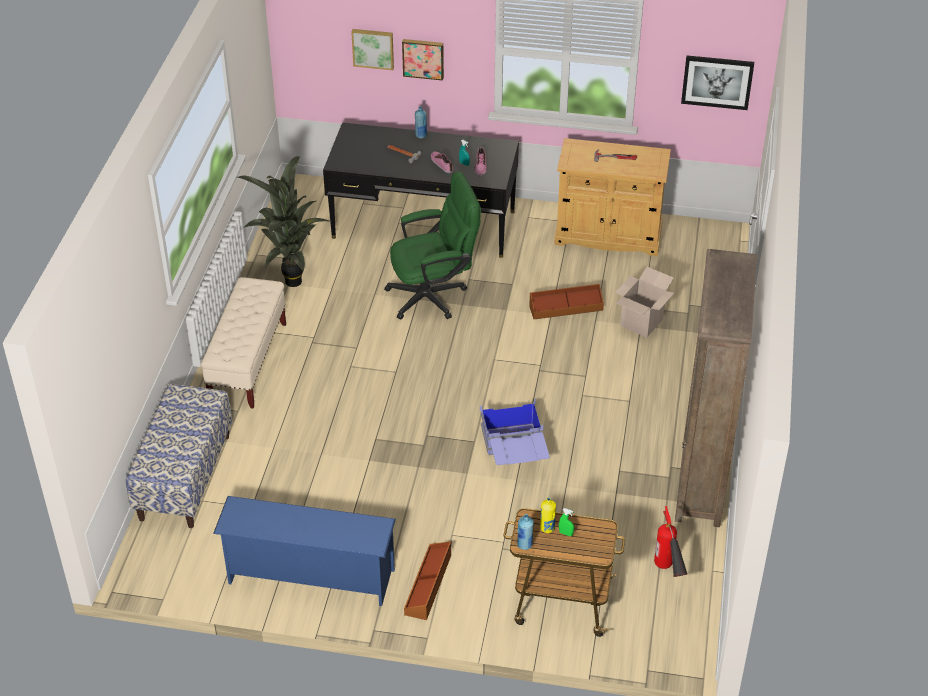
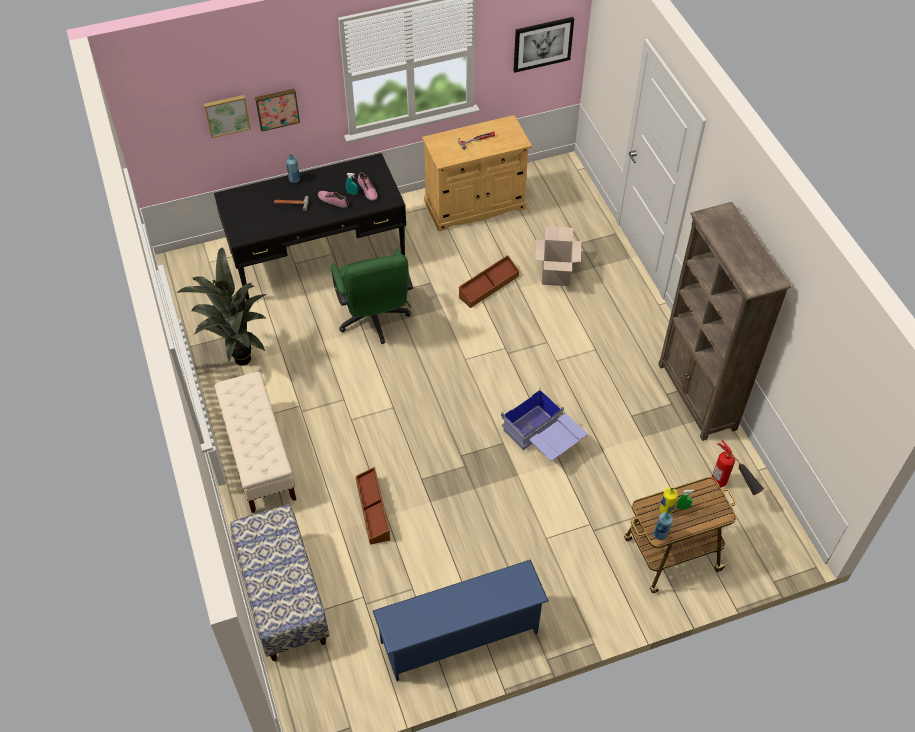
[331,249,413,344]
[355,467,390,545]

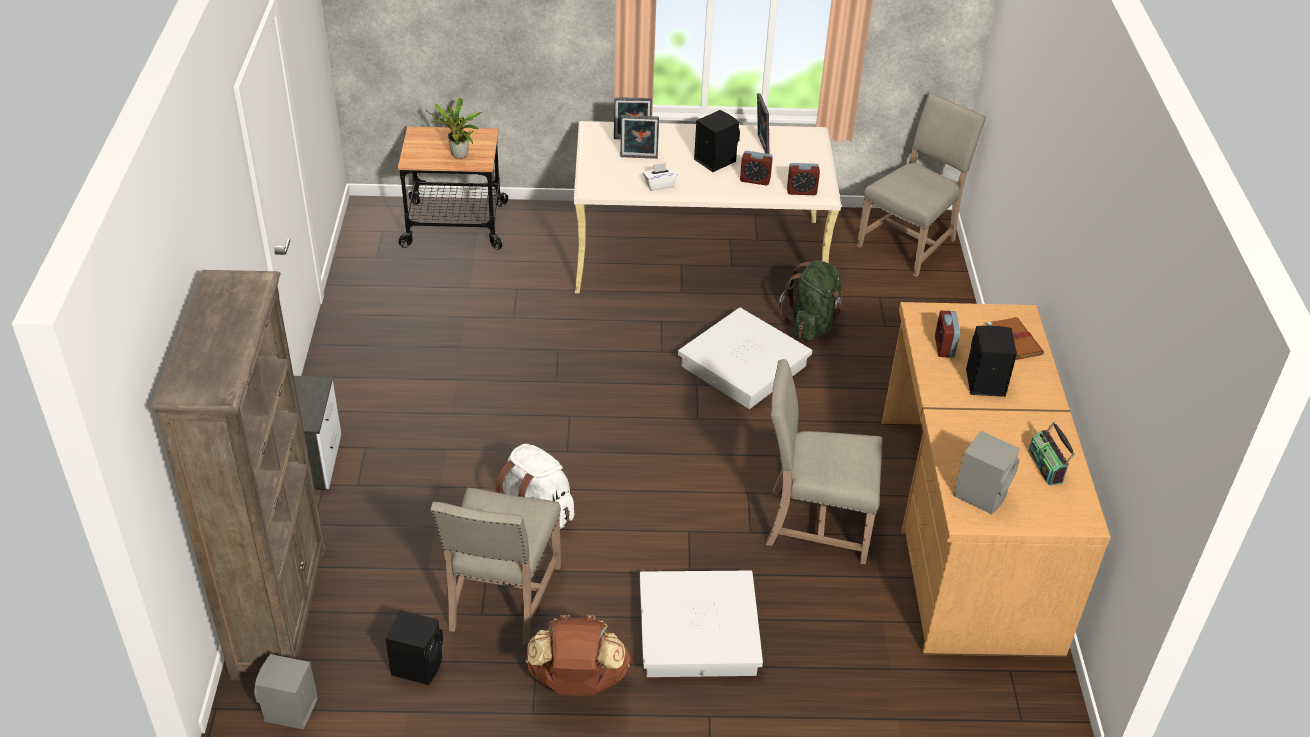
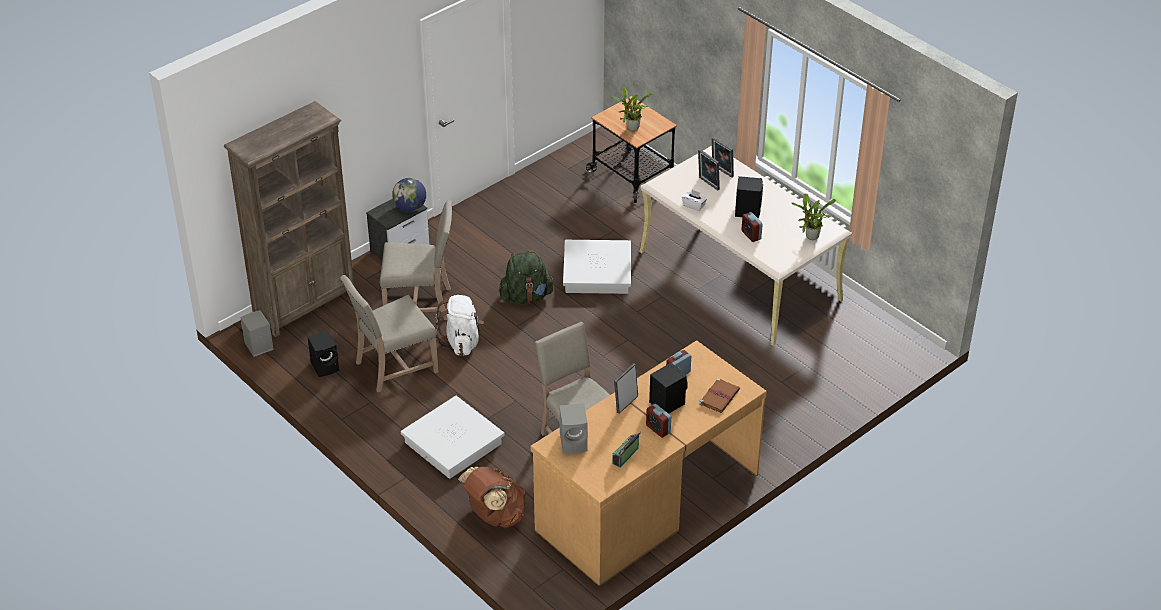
[380,200,452,320]
[614,363,638,414]
[646,404,671,438]
[499,250,554,304]
[563,240,631,294]
[458,467,526,528]
[392,178,426,212]
[791,193,836,240]

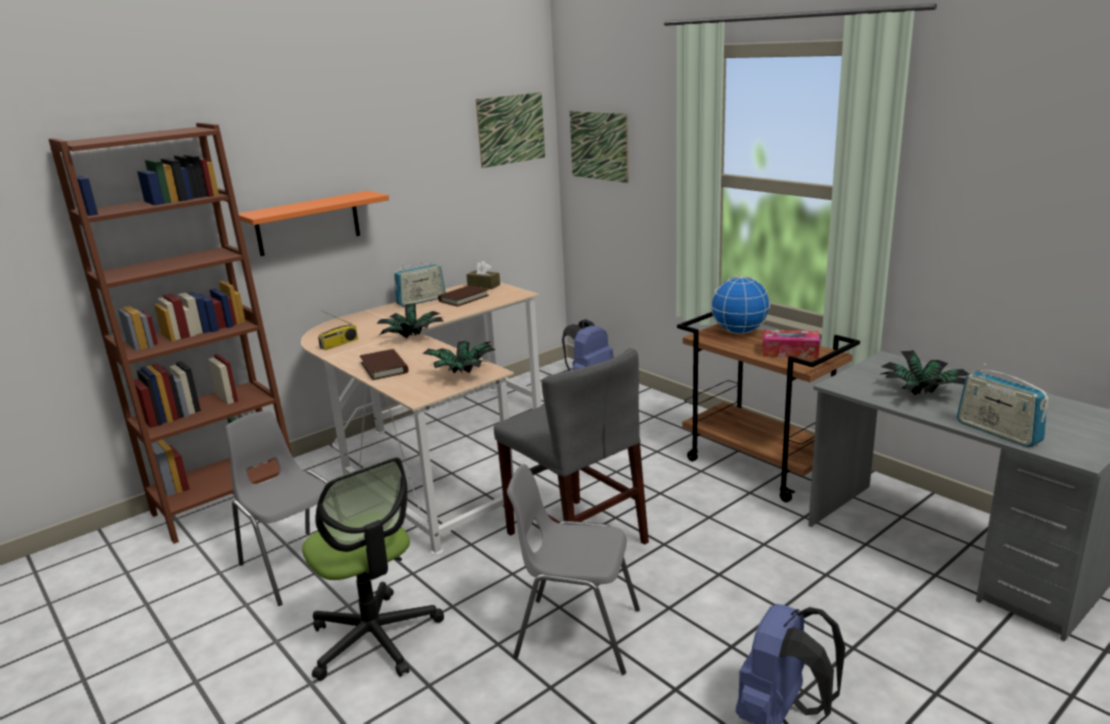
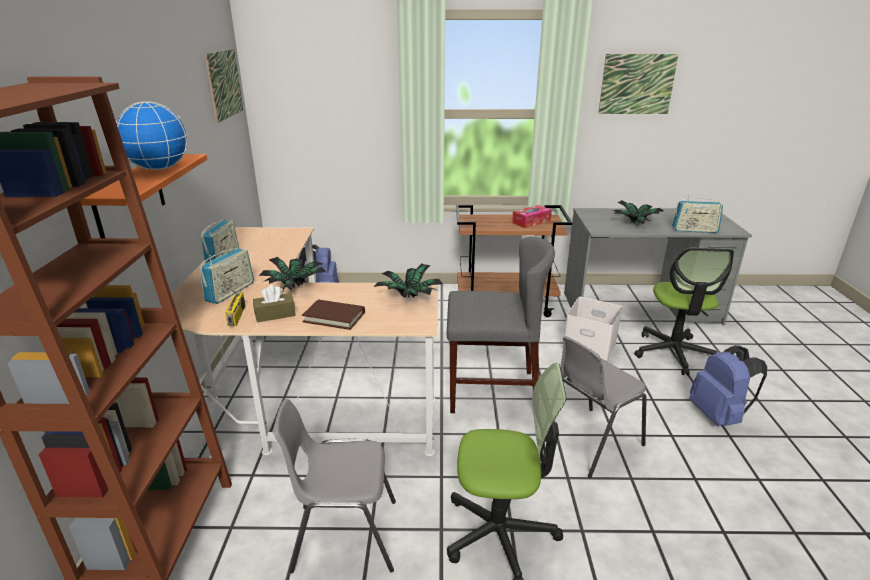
[598,54,679,114]
[253,285,296,322]
[116,101,188,170]
[438,285,489,307] (first image)
[200,248,254,304]
[634,248,734,375]
[562,297,622,362]

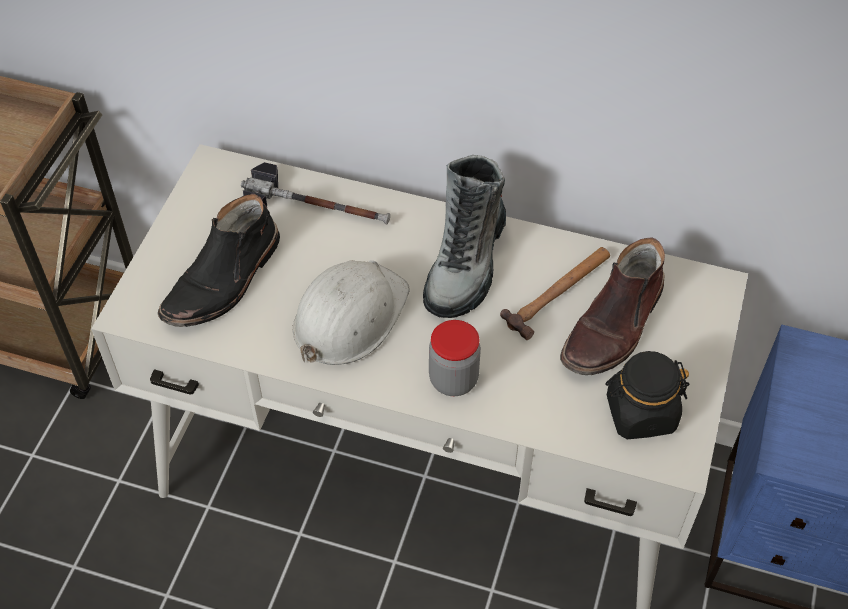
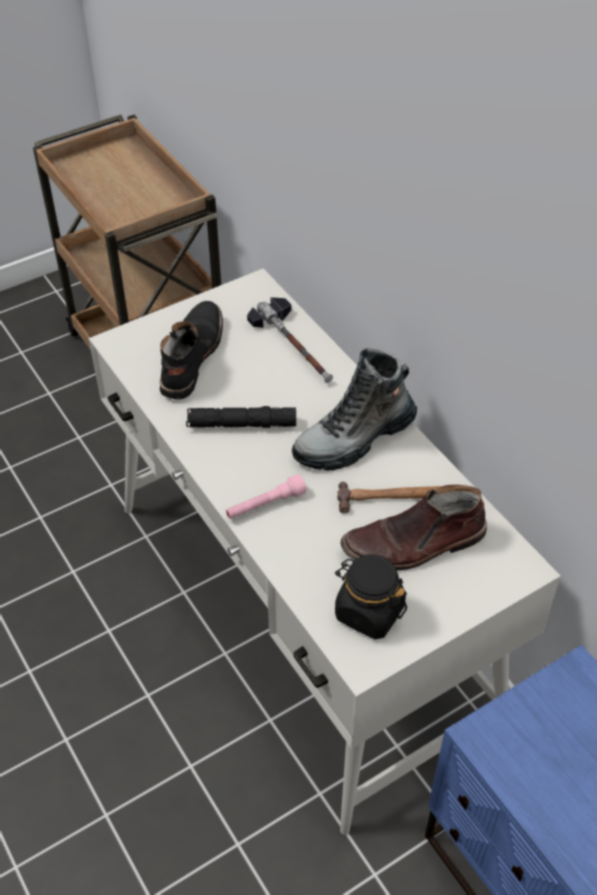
[160,301,223,400]
[186,406,296,428]
[226,474,306,519]

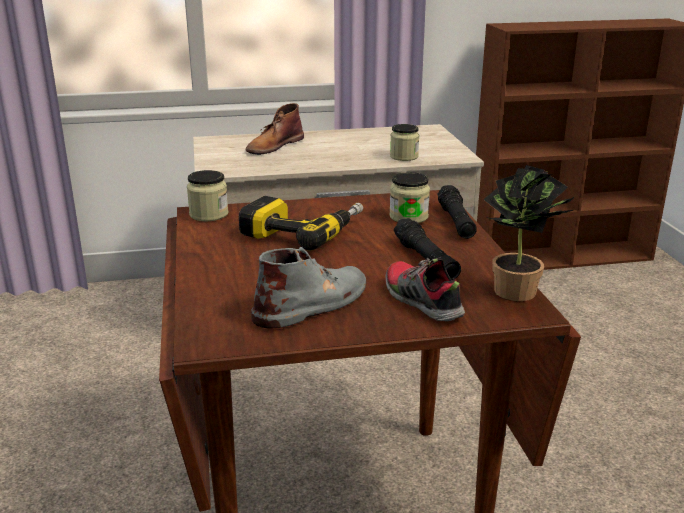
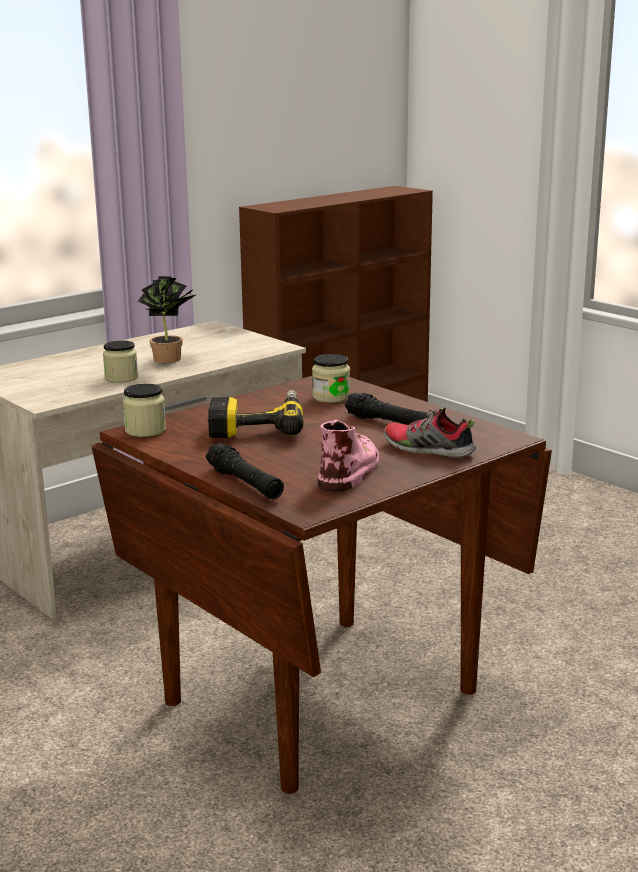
[246,103,304,155] (first image)
[103,340,138,383]
[138,276,197,363]
[206,443,284,499]
[318,420,379,492]

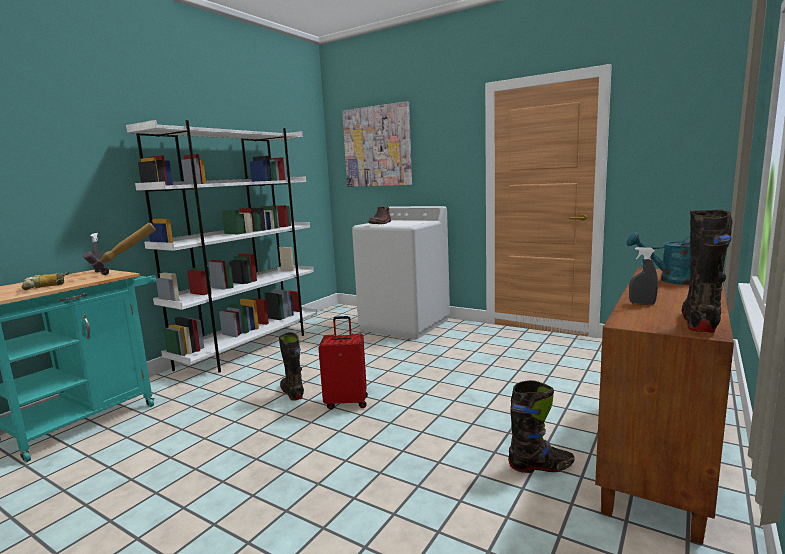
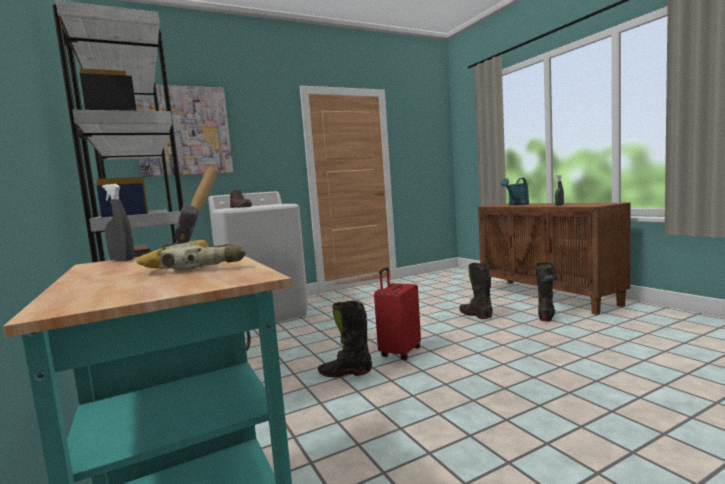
[459,263,493,319]

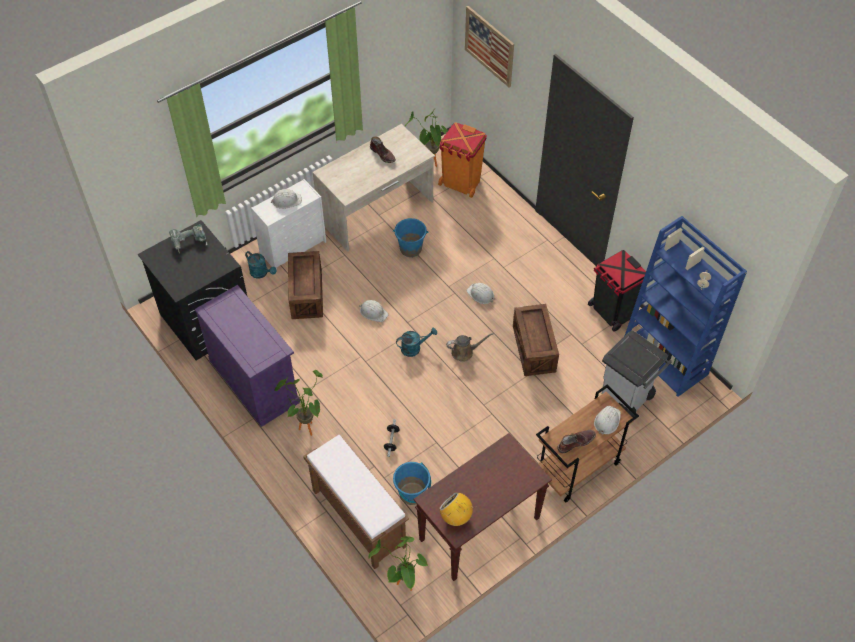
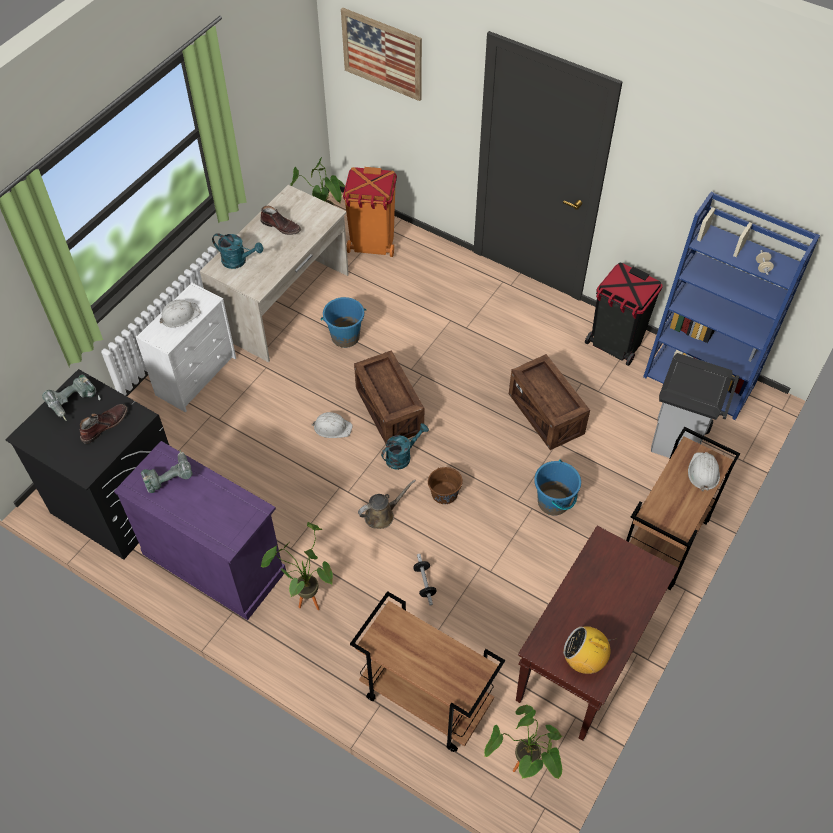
[212,233,263,269]
[354,350,424,444]
[467,283,495,304] (first image)
[358,480,416,529]
[80,404,128,444]
[350,591,505,752]
[534,459,581,516]
[141,450,193,493]
[428,466,463,504]

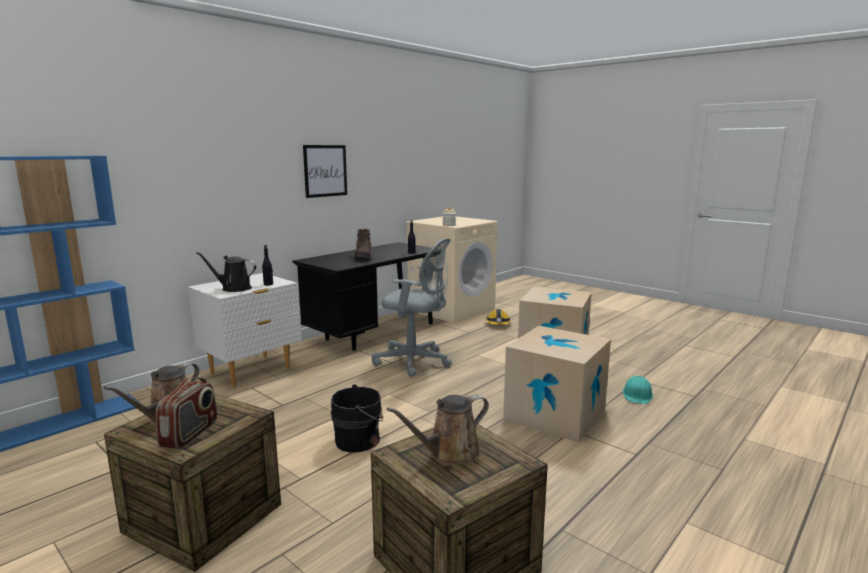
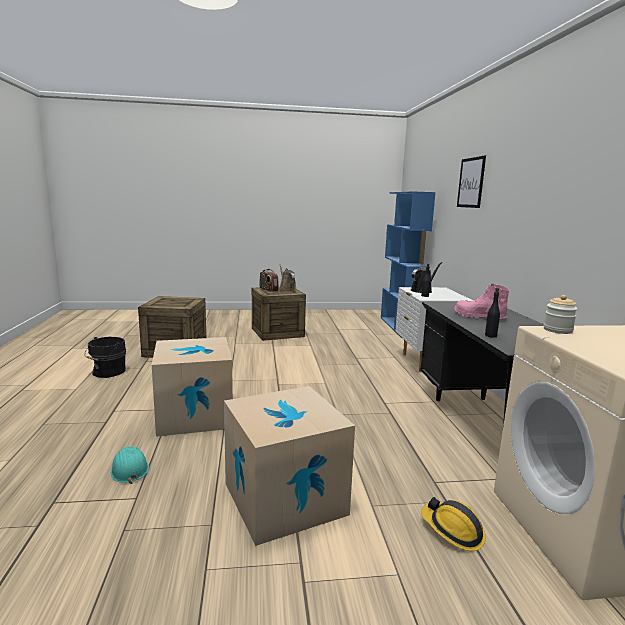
[457,156,486,208]
[454,284,510,319]
[371,238,452,377] (first image)
[84,337,126,378]
[387,394,489,464] (first image)

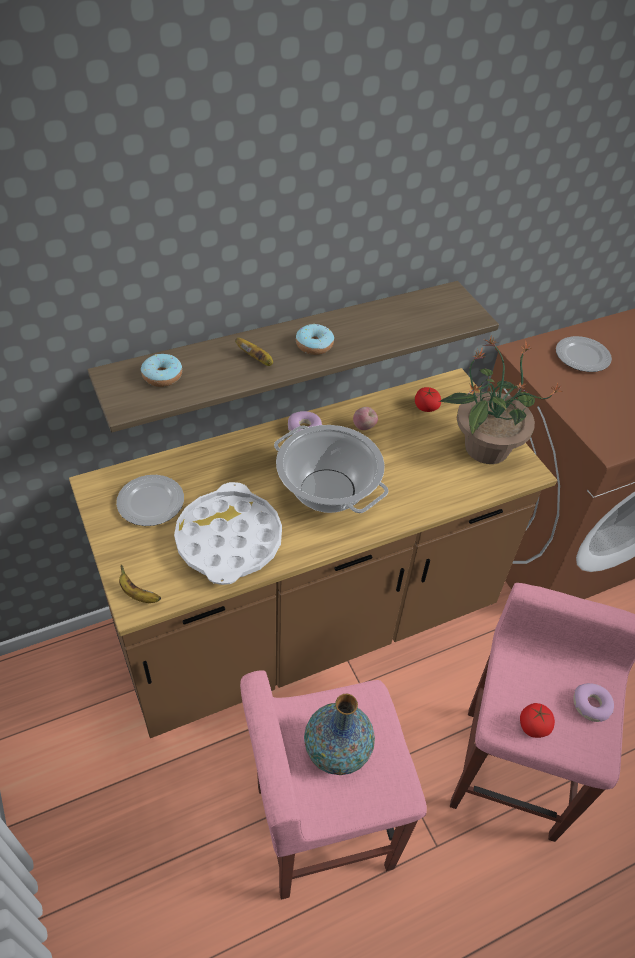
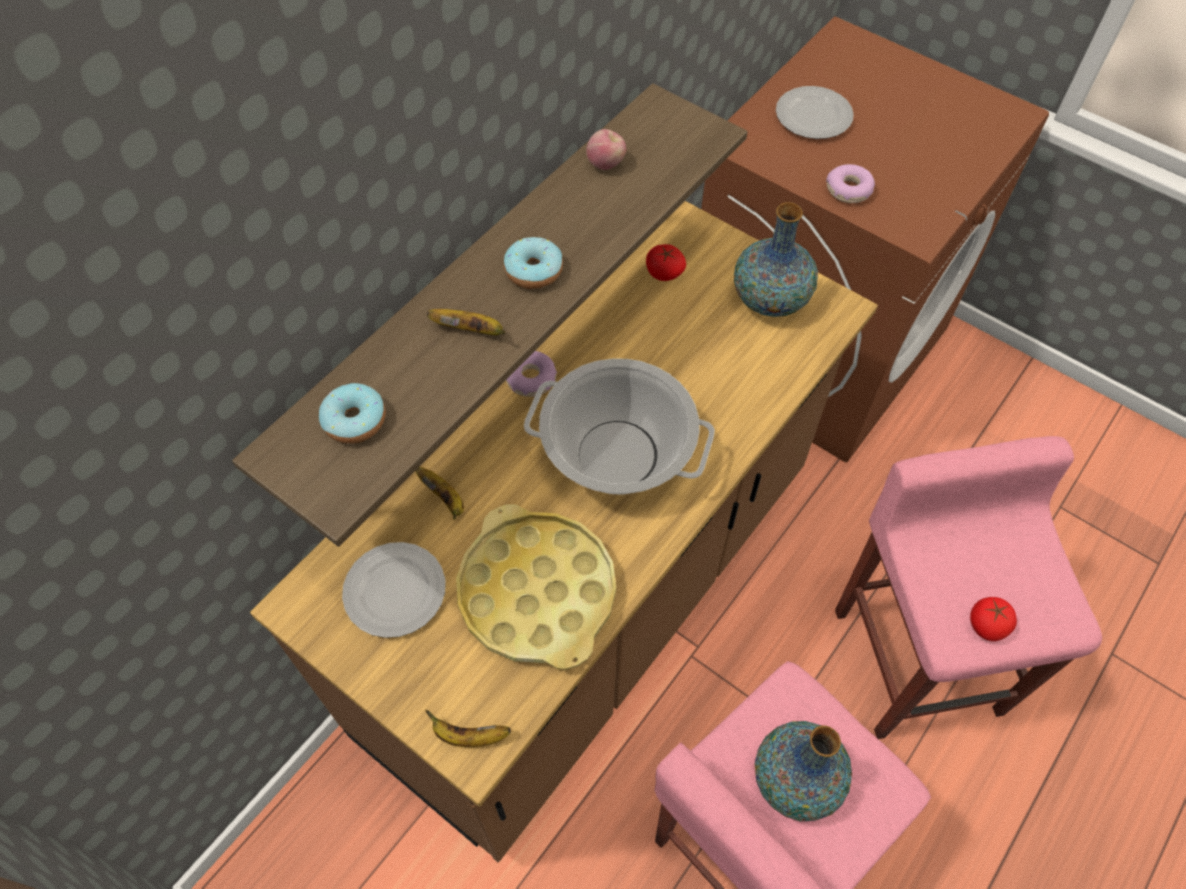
[734,202,818,317]
[586,129,626,170]
[456,504,616,670]
[826,164,875,203]
[416,467,464,520]

